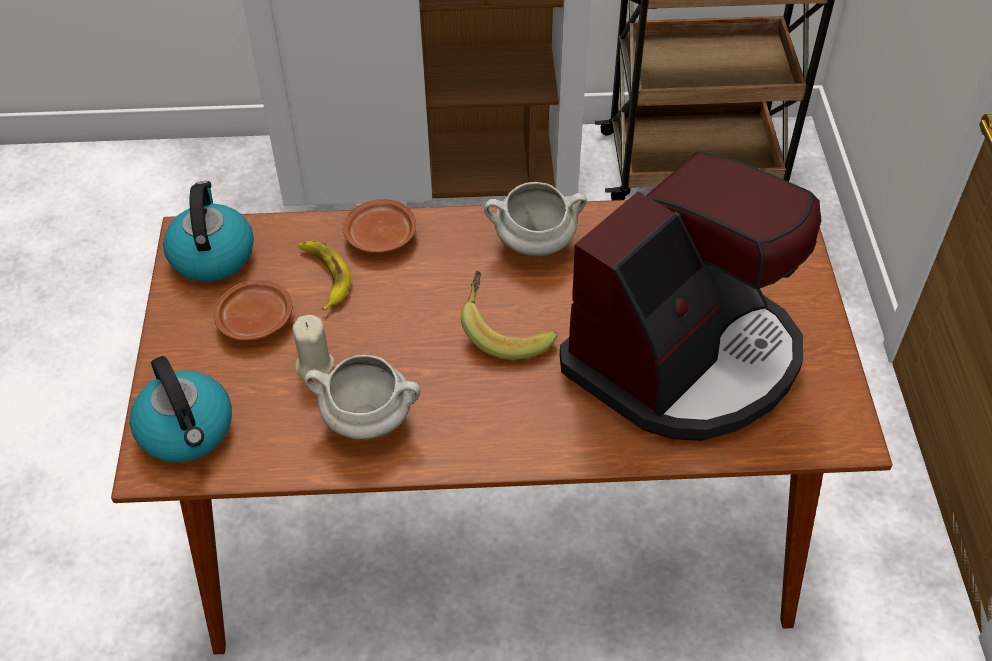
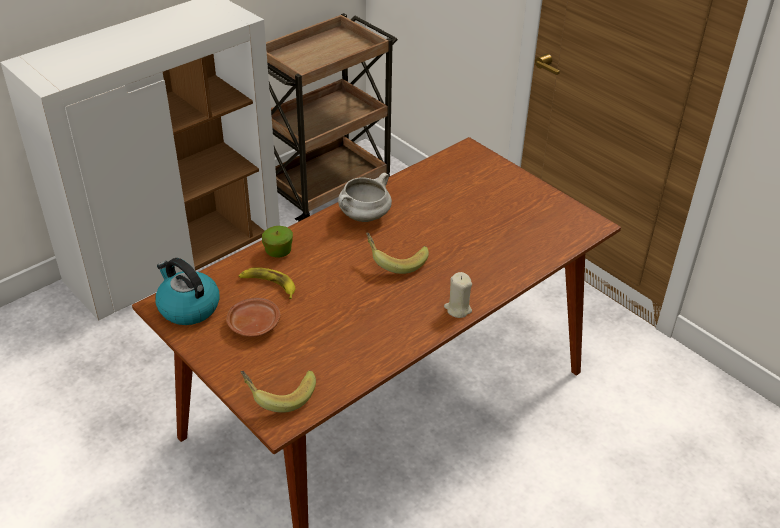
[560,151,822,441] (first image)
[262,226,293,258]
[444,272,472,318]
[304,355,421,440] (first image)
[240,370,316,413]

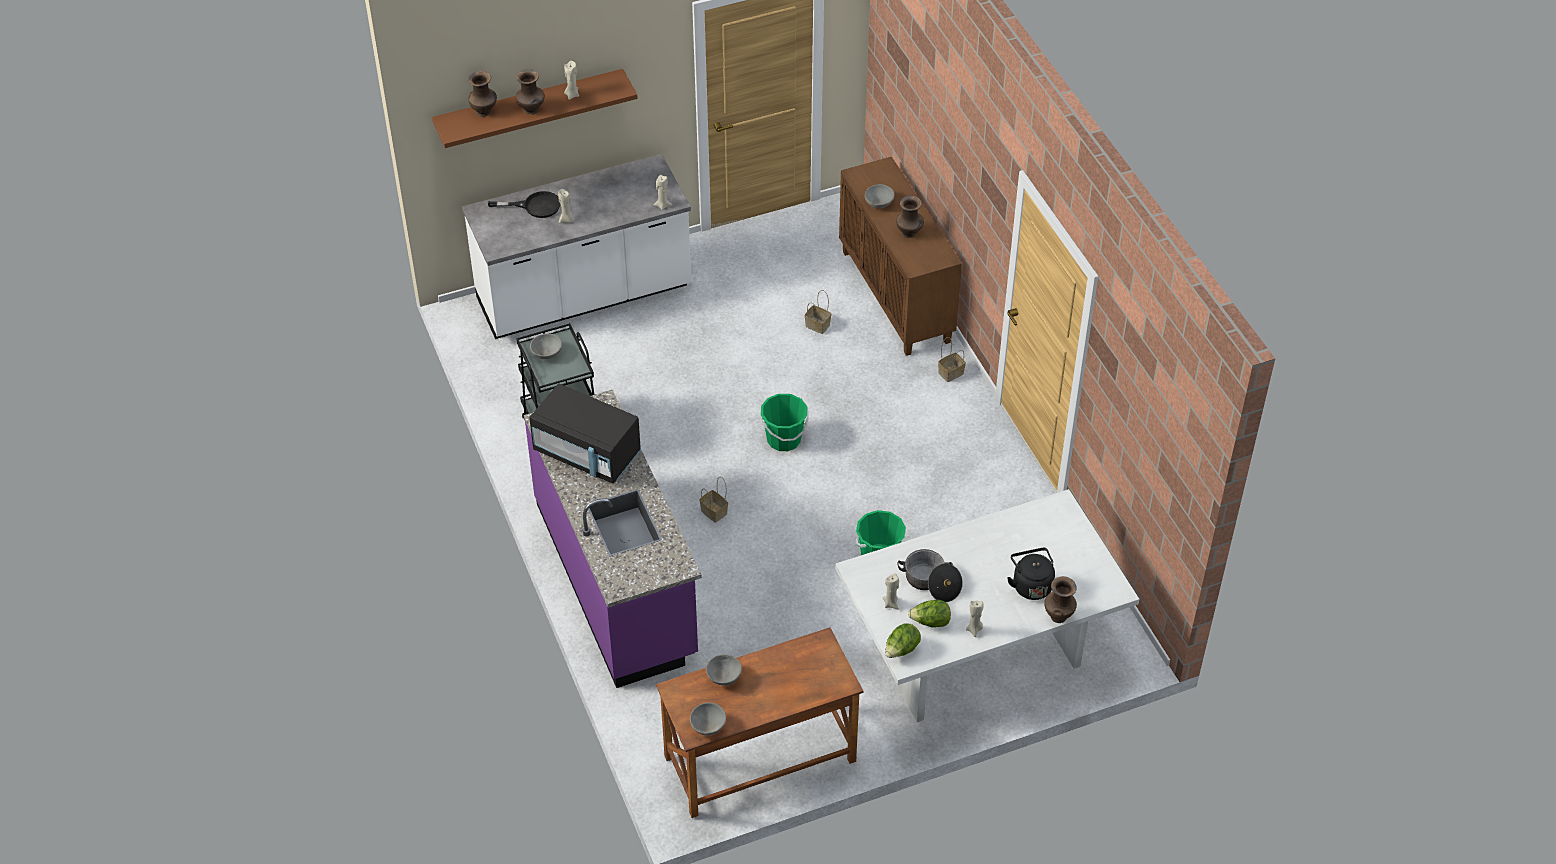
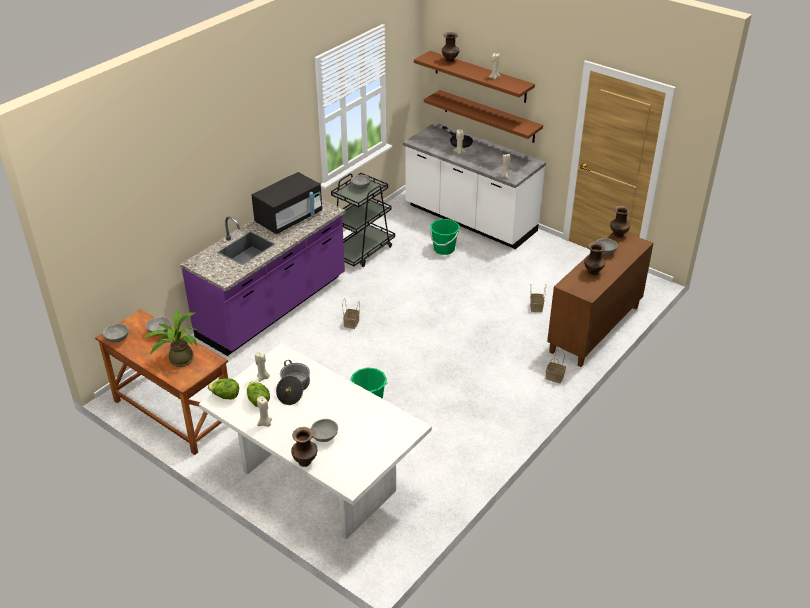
[610,206,630,238]
[251,172,322,234]
[430,219,460,255]
[311,419,338,442]
[424,90,543,143]
[142,310,201,367]

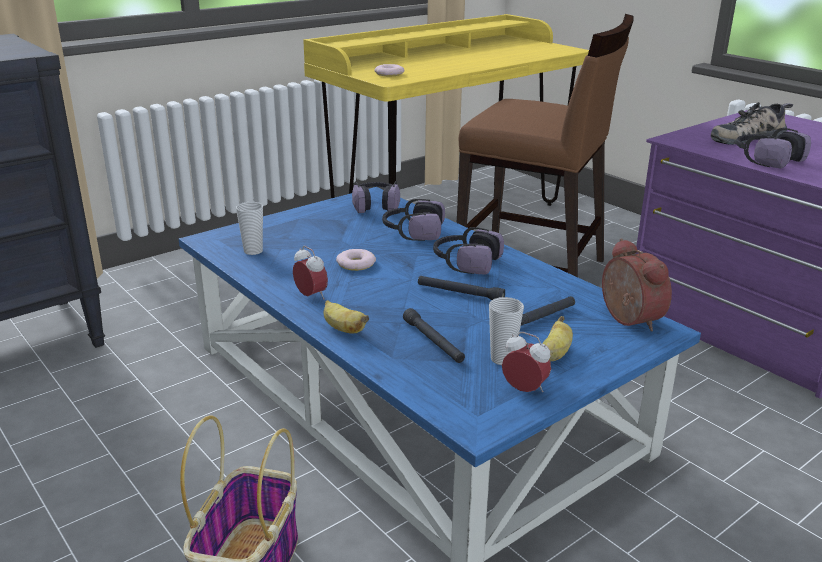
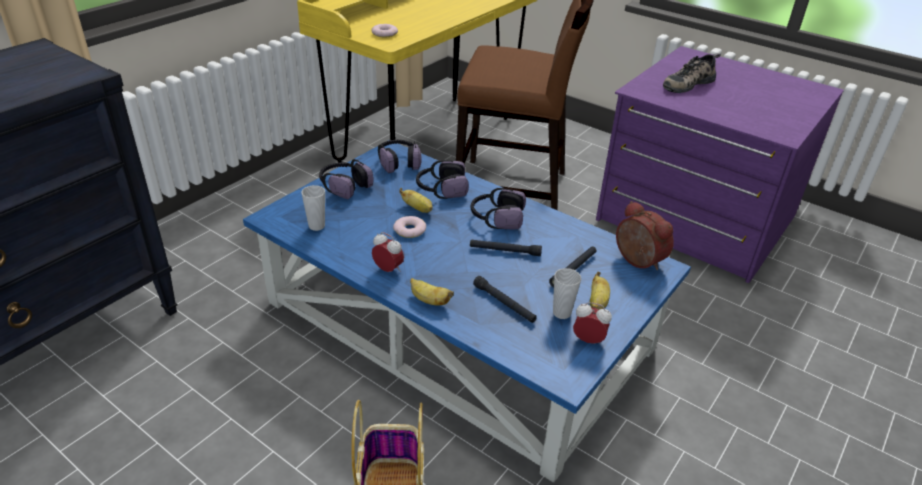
[319,159,374,199]
[399,188,433,213]

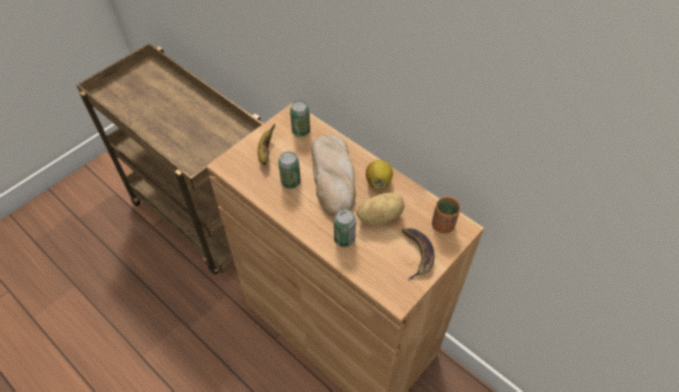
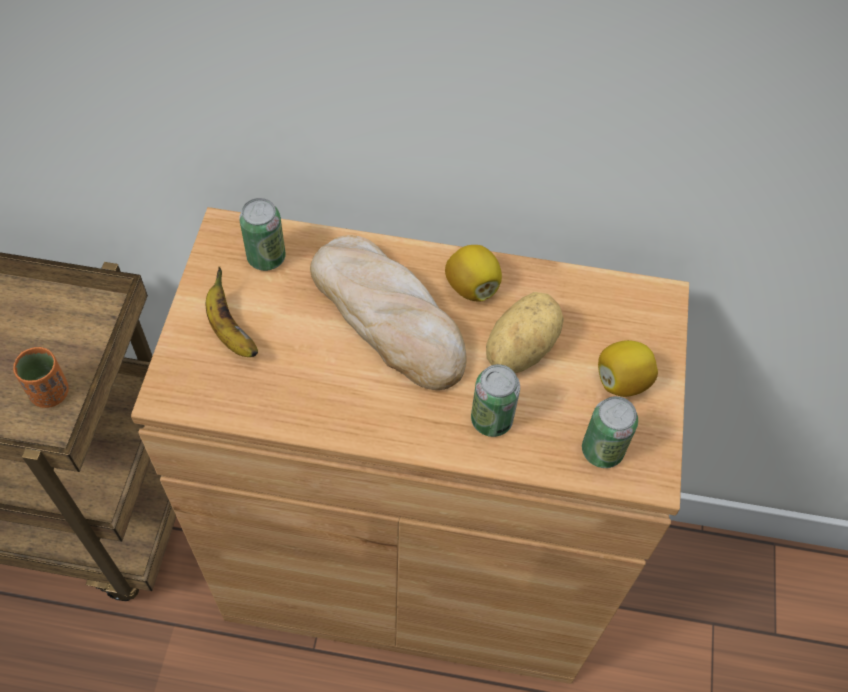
[582,396,638,468]
[13,347,69,408]
[598,340,658,397]

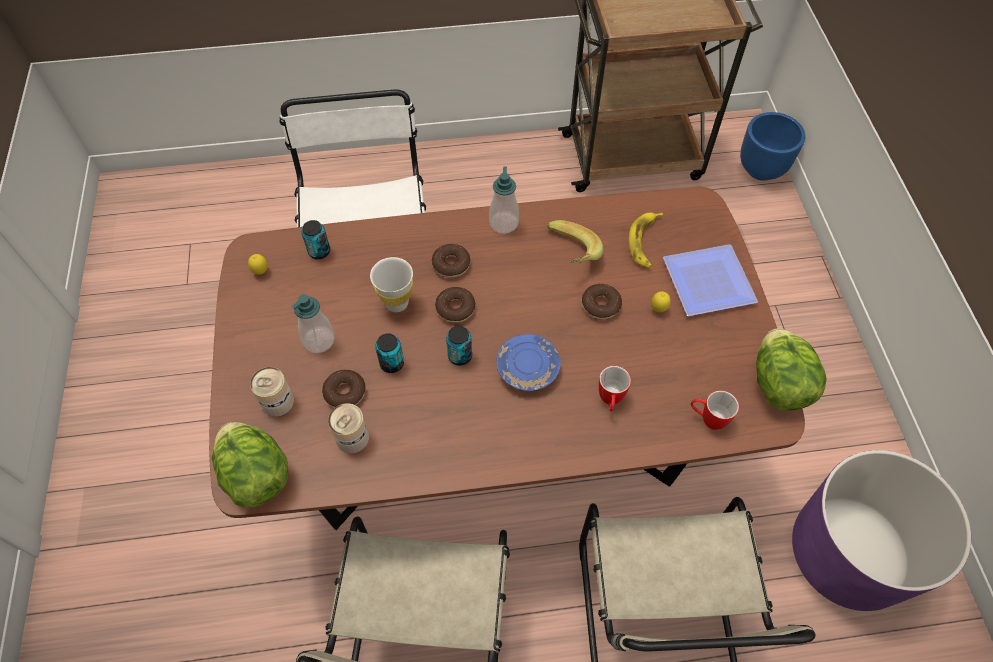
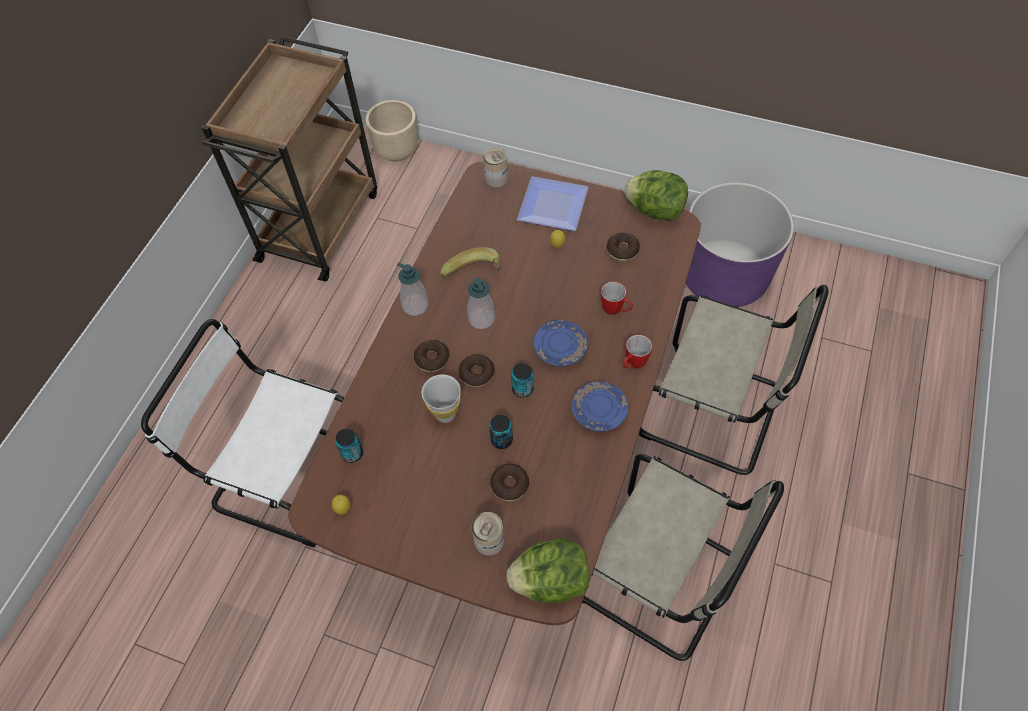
[365,100,418,162]
[629,213,663,268] (first image)
[607,233,640,261]
[467,278,495,329]
[622,335,652,368]
[483,148,508,187]
[572,381,628,432]

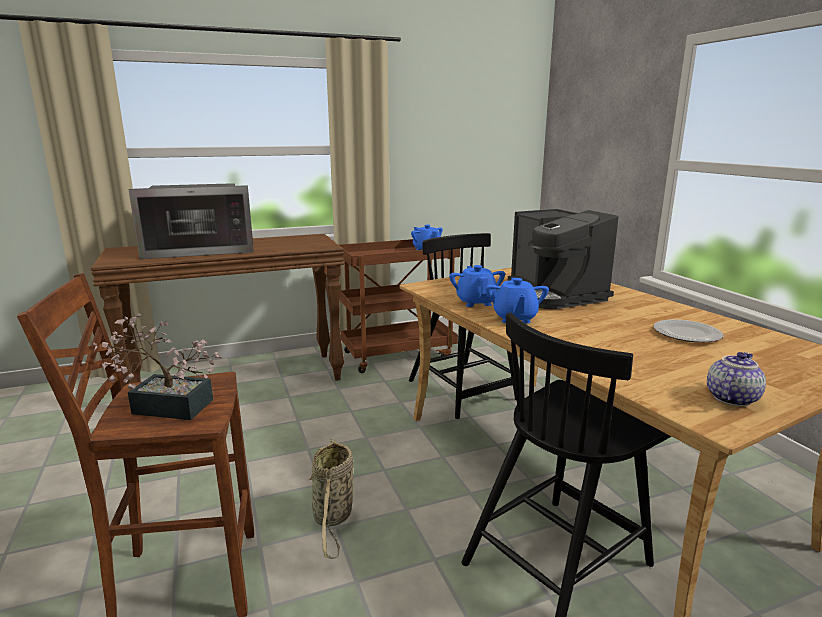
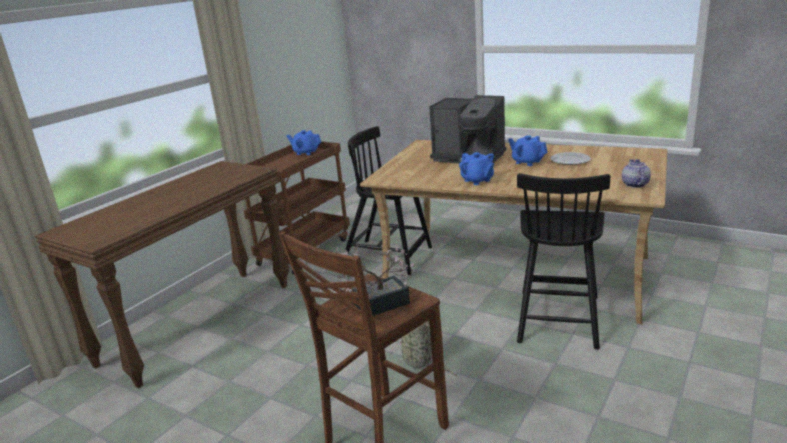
[128,183,254,259] (first image)
[508,135,548,166]

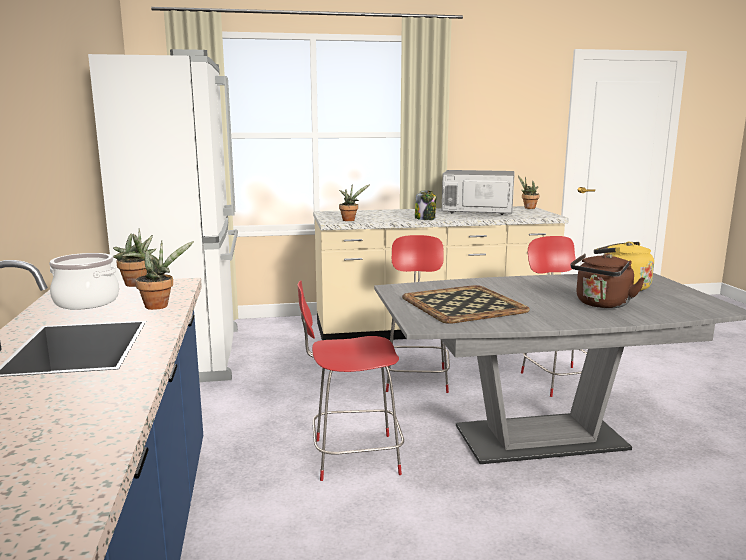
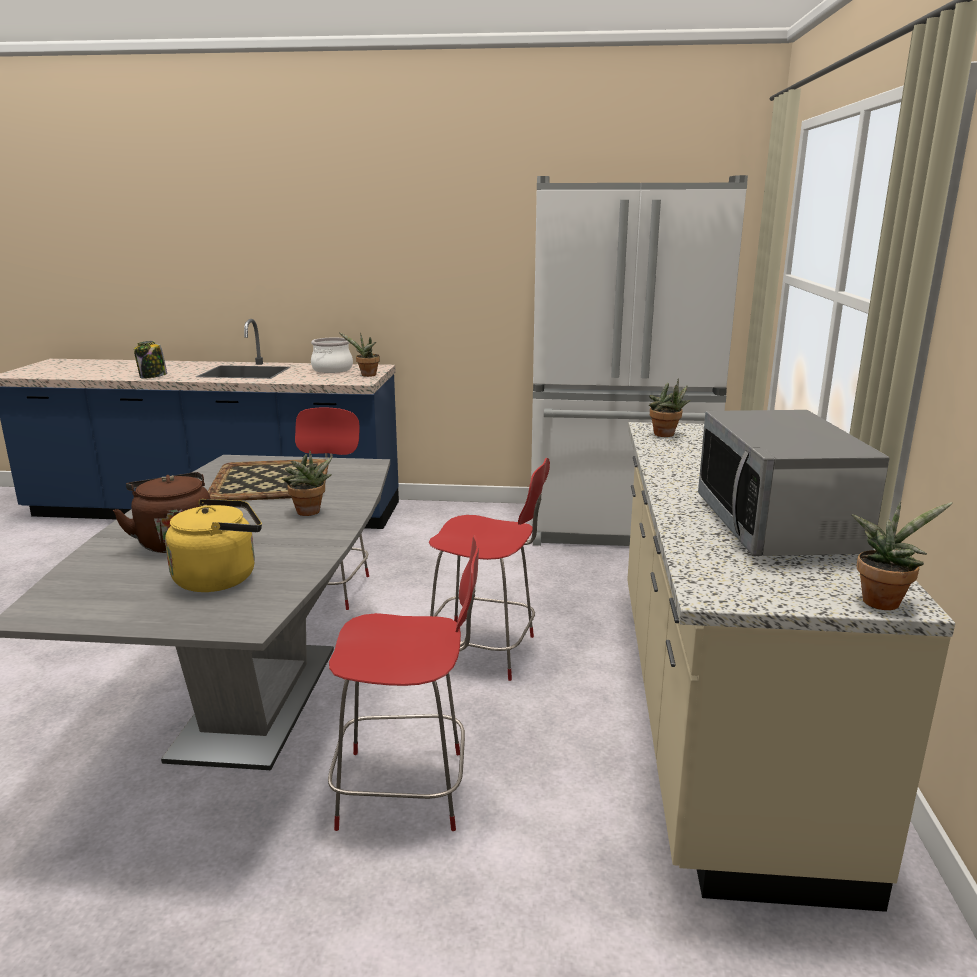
[698,410,890,556]
[134,341,167,379]
[283,451,333,516]

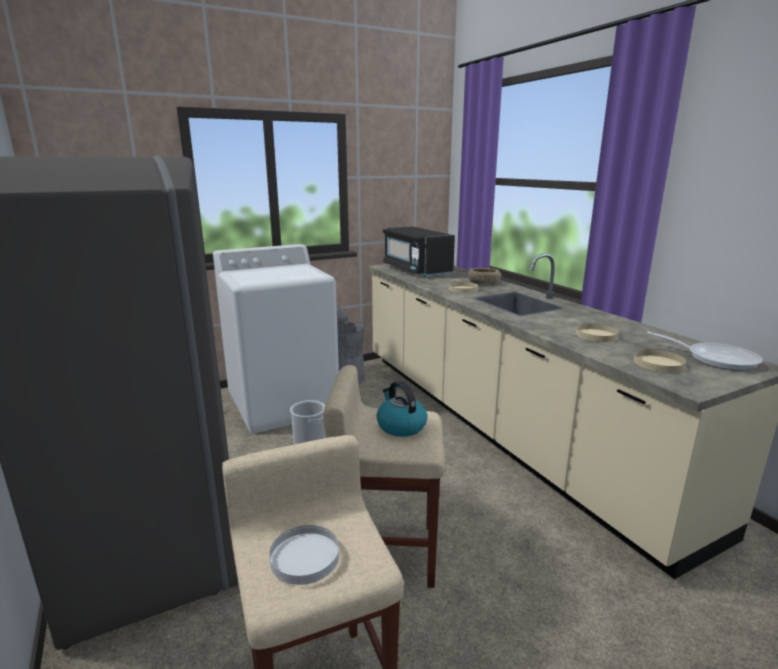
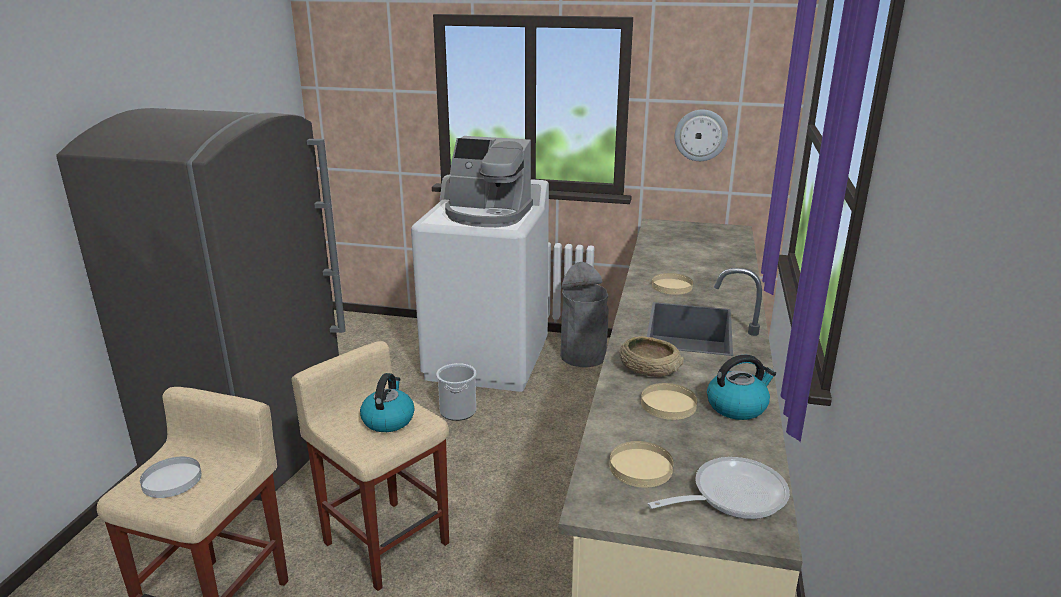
[383,226,455,277] (first image)
[619,336,684,377]
[648,457,790,519]
[675,110,728,161]
[445,136,533,227]
[707,354,776,420]

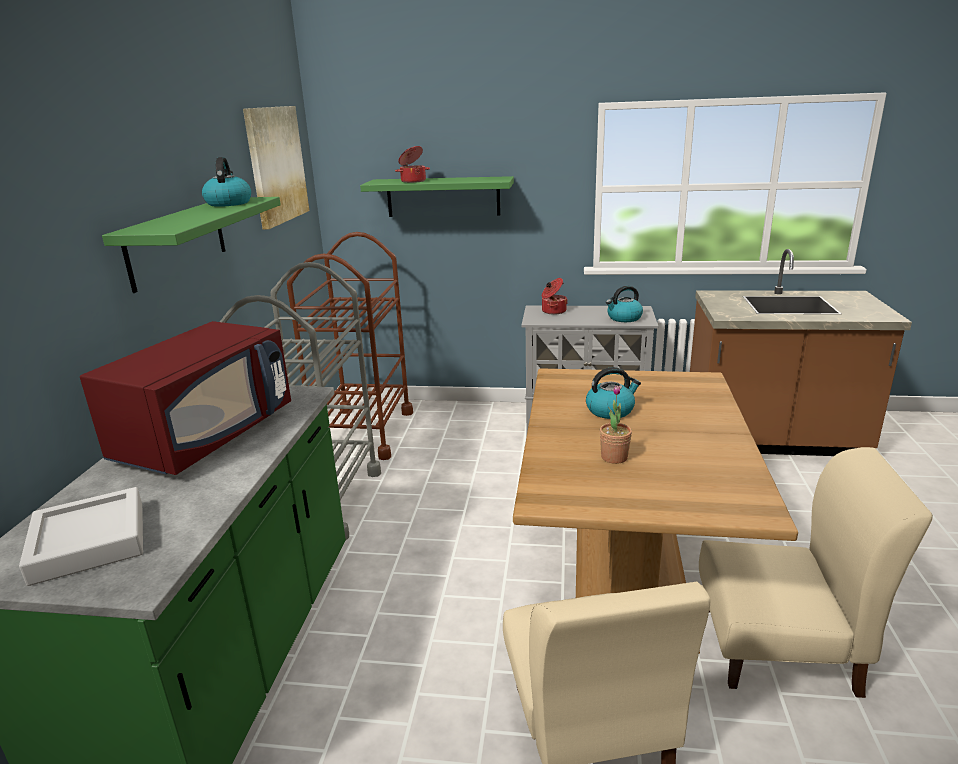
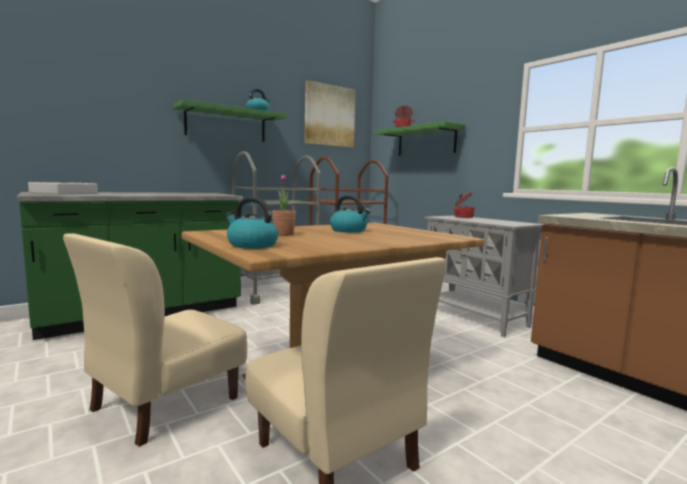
[225,197,279,249]
[80,321,291,475] (first image)

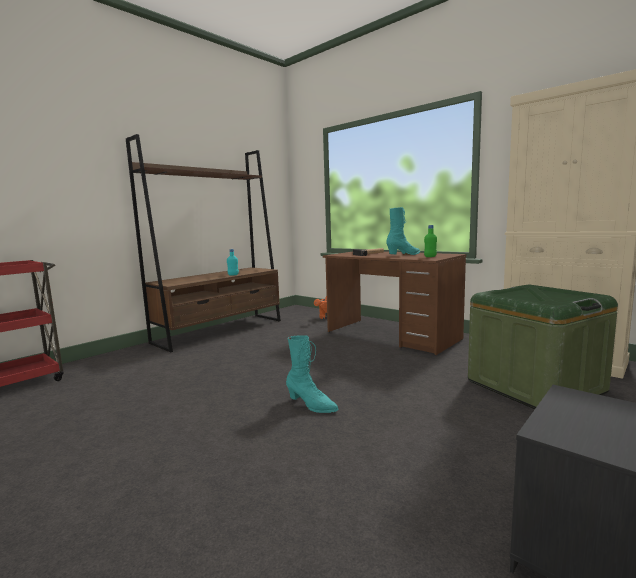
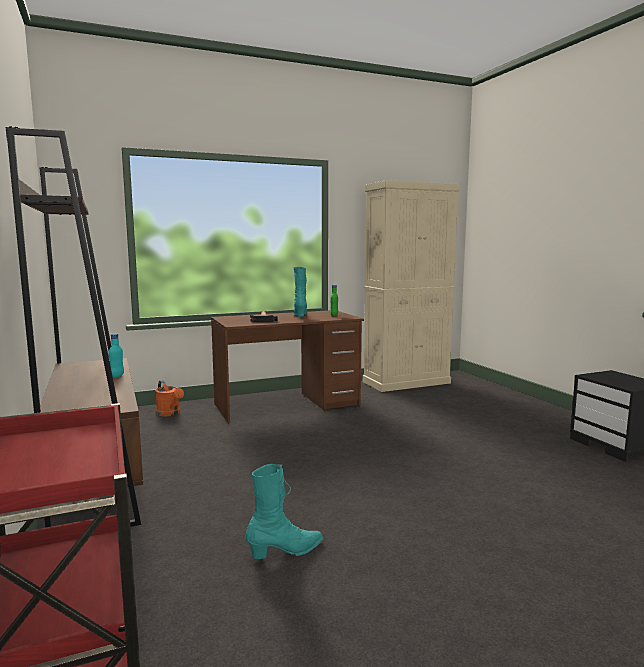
[468,285,618,409] (first image)
[246,464,323,559]

